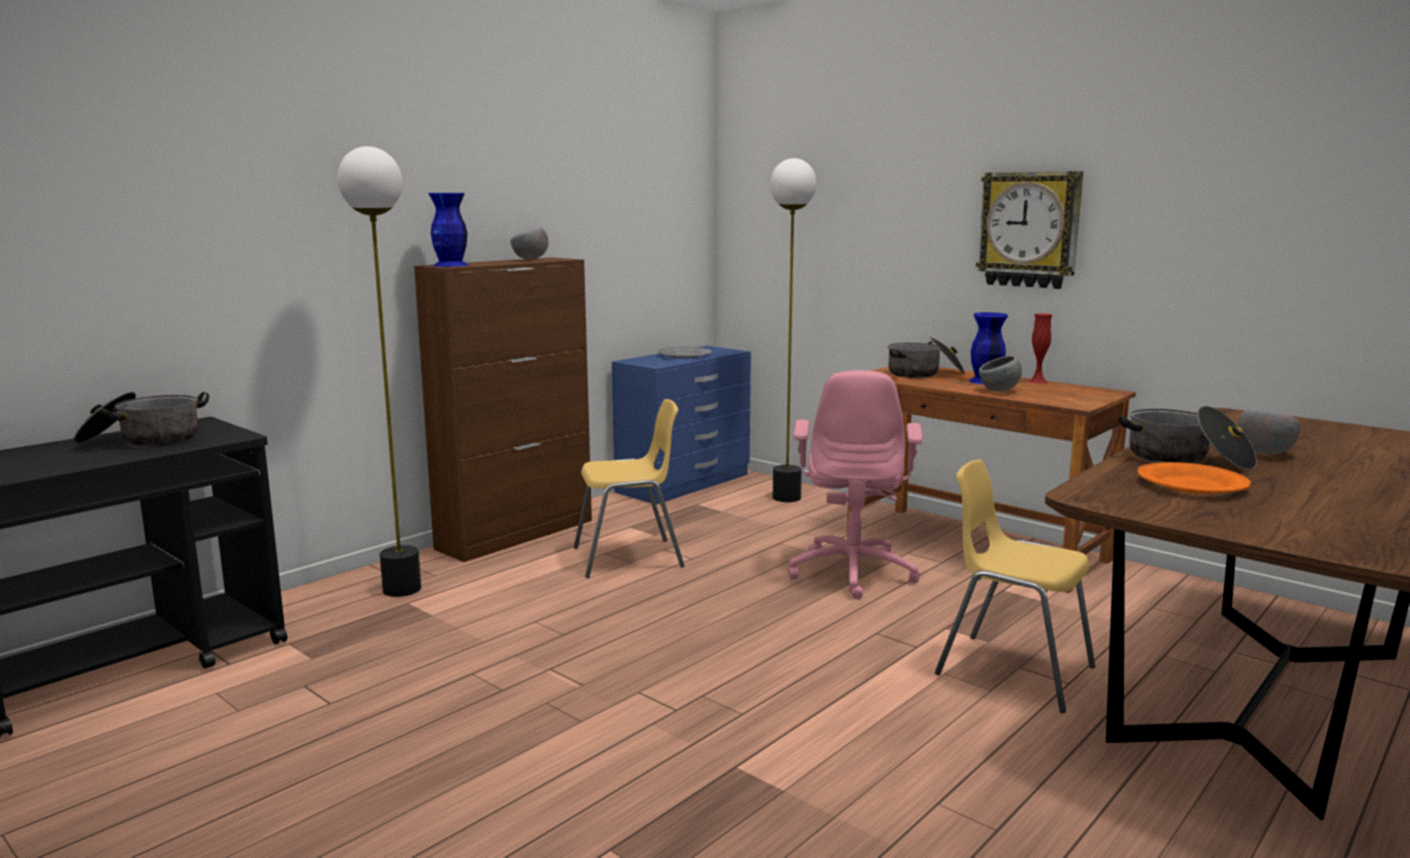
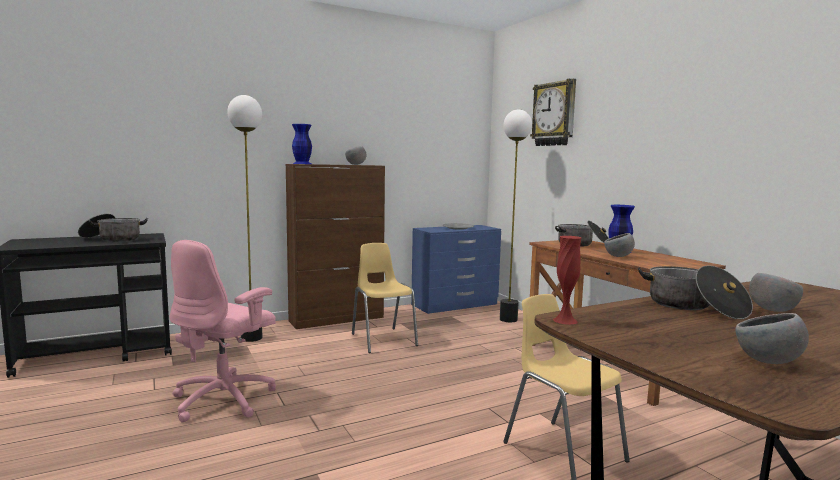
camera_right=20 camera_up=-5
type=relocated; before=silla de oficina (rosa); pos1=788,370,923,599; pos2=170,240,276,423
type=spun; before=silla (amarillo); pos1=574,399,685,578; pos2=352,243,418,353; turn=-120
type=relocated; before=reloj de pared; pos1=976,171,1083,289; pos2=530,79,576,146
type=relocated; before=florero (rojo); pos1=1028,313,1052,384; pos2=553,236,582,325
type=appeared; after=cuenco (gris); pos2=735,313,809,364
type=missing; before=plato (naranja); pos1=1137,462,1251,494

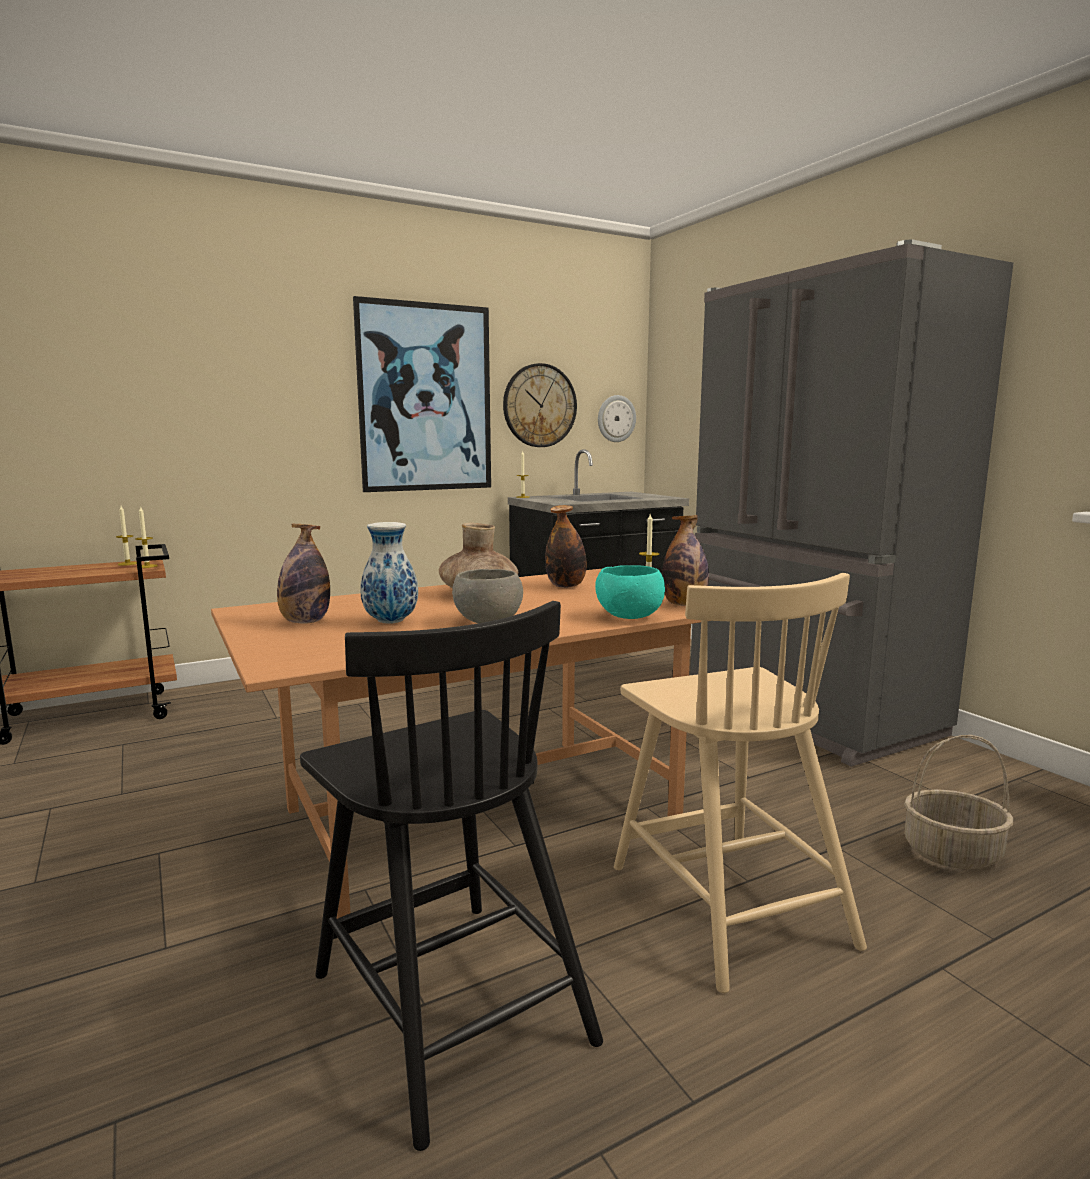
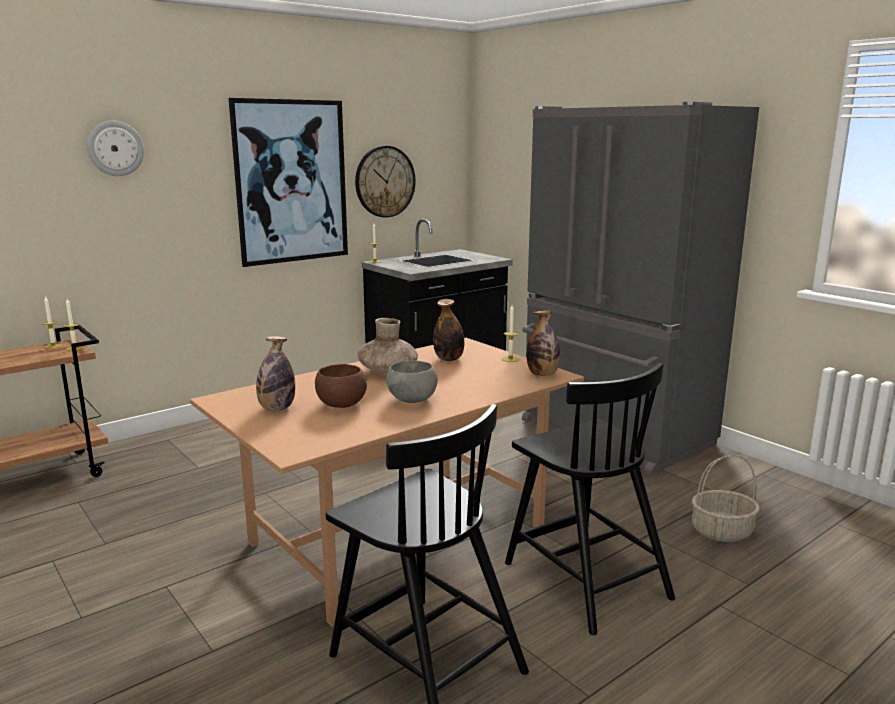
camera_right=-10 camera_up=5
type=relocated; before=reloj de pared; pos1=598,395,636,442; pos2=87,121,144,176
type=exchanged; before=florero; after=cuenco (marrón); pos1=360,522,418,624; pos2=315,364,367,408
type=colour; before=silla (beis); after=silla (negro); pos1=614,573,867,993; pos2=505,363,675,635
type=missing; before=cuenco (turquesa); pos1=595,565,665,619

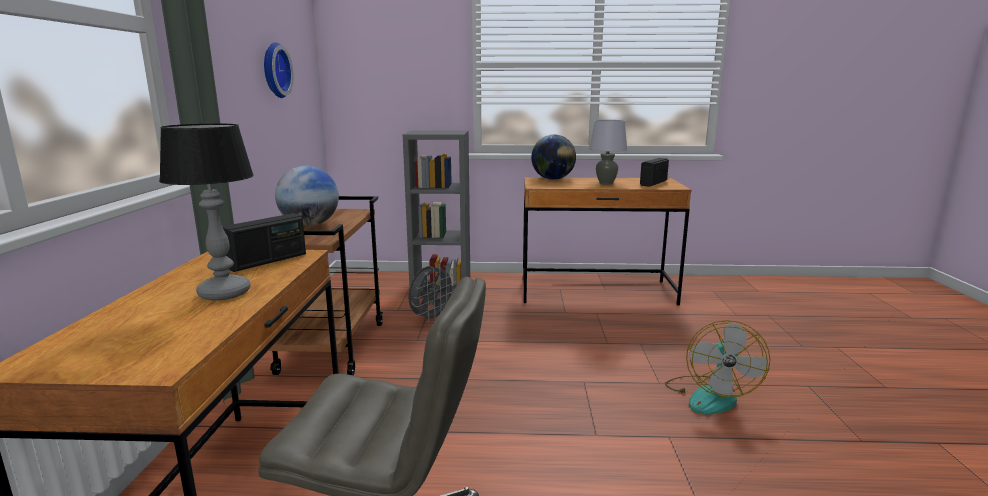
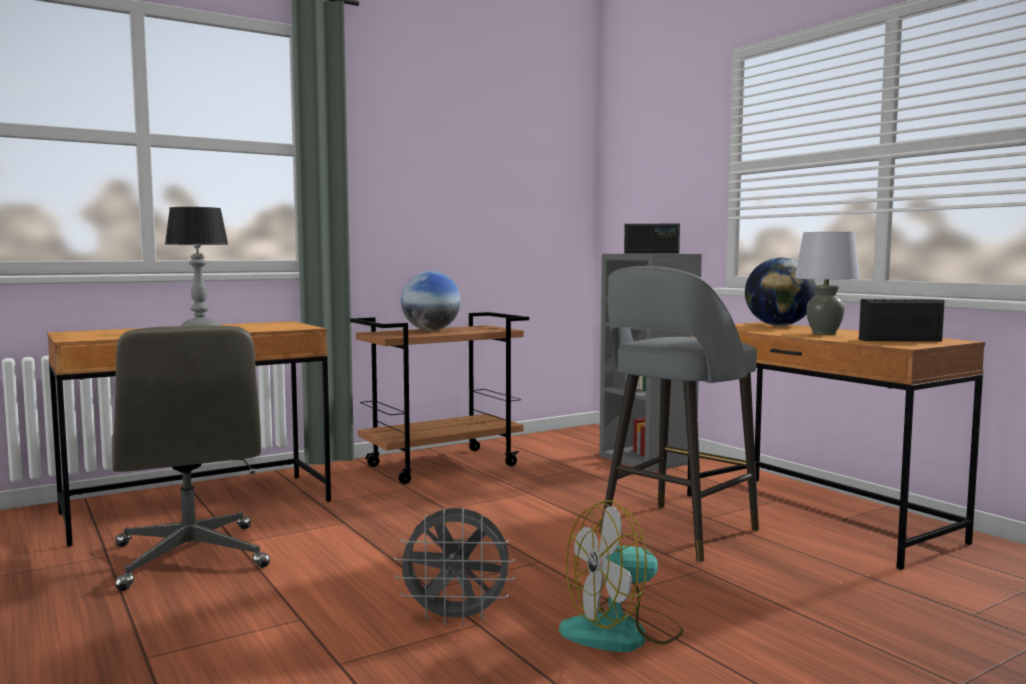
camera_right=55 camera_up=-10
type=relocated; before=ventilador (gris); pos1=408,265,456,322; pos2=394,508,515,627
type=appeared; after=taburete (gris); pos2=599,266,759,562
type=relocated; before=radio; pos1=222,213,306,272; pos2=624,224,680,253
type=missing; before=reloj de pared; pos1=264,42,293,98

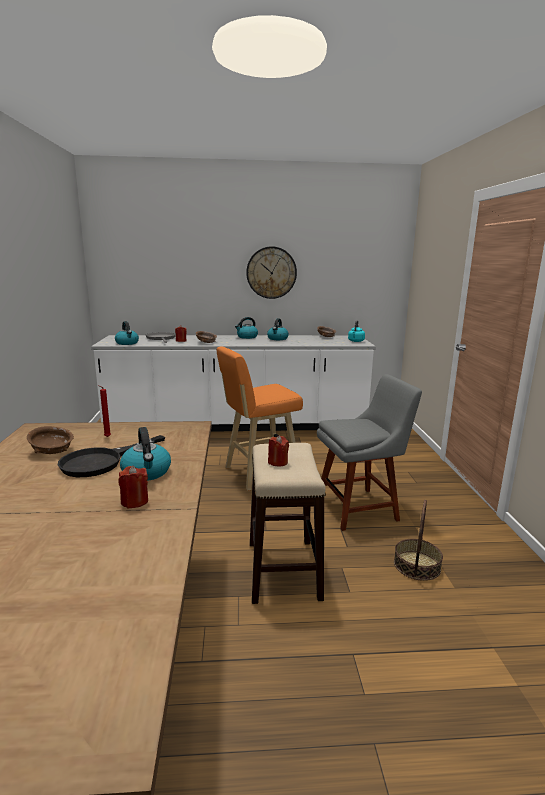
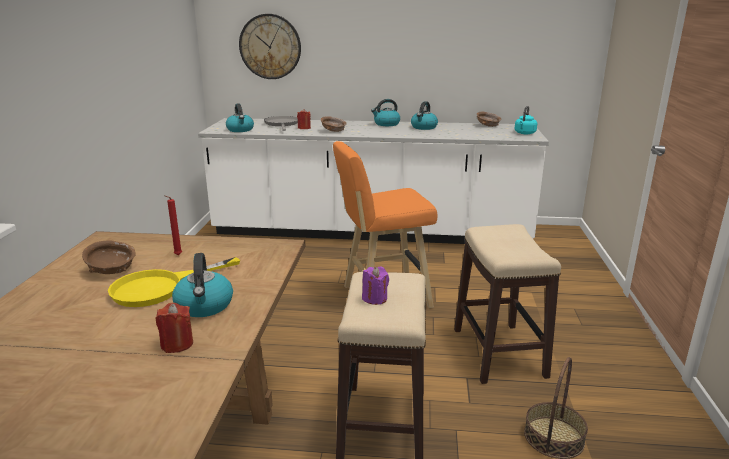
camera_right=10 camera_up=5
type=colour; before=sartén (negro); after=sartén (amarillo); pos1=58,435,165,477; pos2=108,257,240,307
type=relocated; before=reloj de pared; pos1=246,246,297,299; pos2=239,14,301,79
type=colour; before=vela (rojo); after=vela (morado); pos1=268,436,289,467; pos2=362,266,389,305
type=exchanged; before=silla (gris); after=taburete; pos1=317,374,422,531; pos2=454,224,561,384

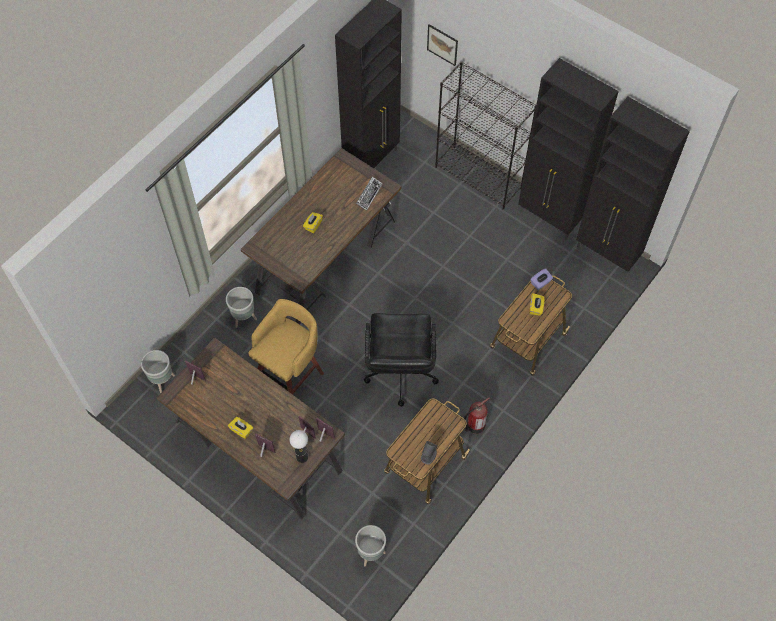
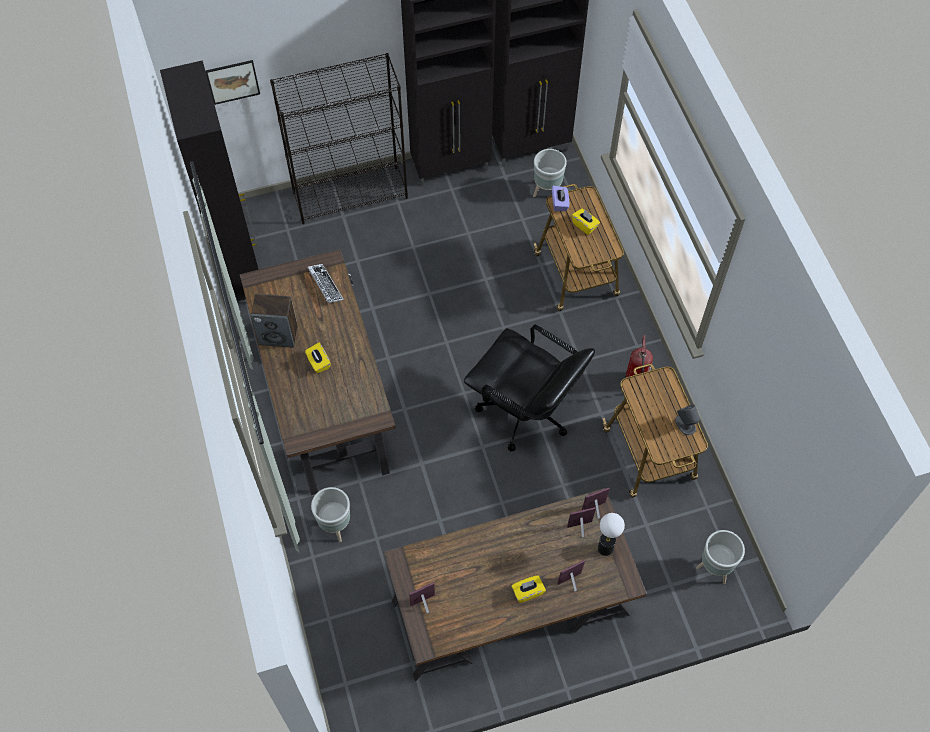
camera_right=-55 camera_up=0
type=appeared; after=altavoz; pos2=250,294,298,348
type=relocated; before=maceta (gris); pos1=141,350,175,393; pos2=533,149,567,197
type=missing; before=taburete (amarillo); pos1=248,299,324,395

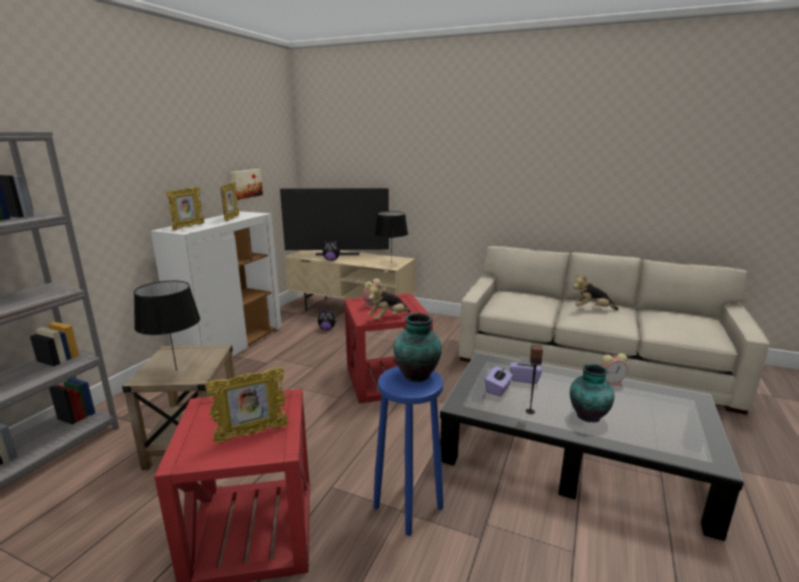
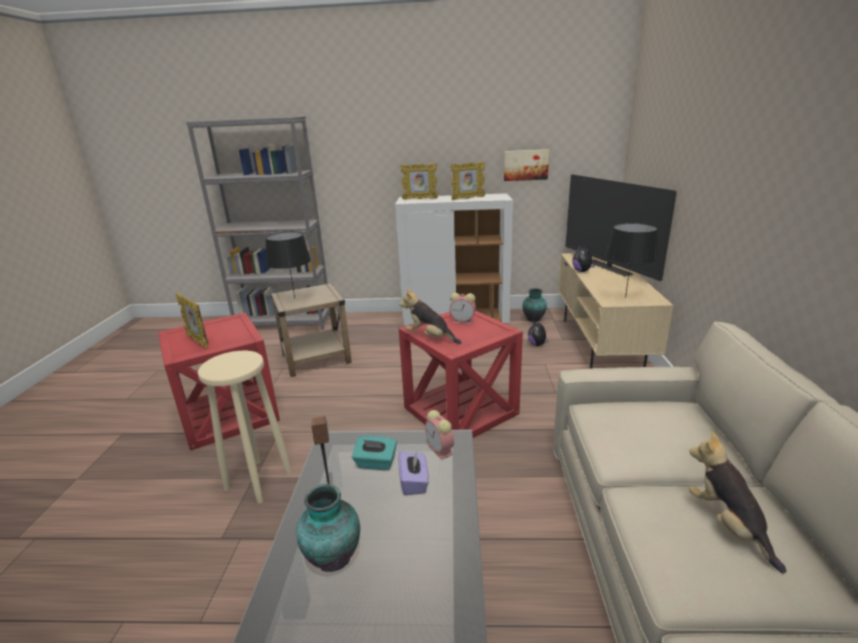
camera_right=70 camera_up=5
type=colour; before=taburete (azul); after=taburete (beis); pos1=373,366,443,536; pos2=198,351,292,503
type=colour; before=caja de pañuelos (morado); after=caja de pañuelos (turquesa); pos1=485,366,513,397; pos2=352,436,397,470
type=relocated; before=despertador; pos1=599,354,628,386; pos2=425,410,454,460
type=relocated; before=florero; pos1=393,313,442,382; pos2=522,288,547,322

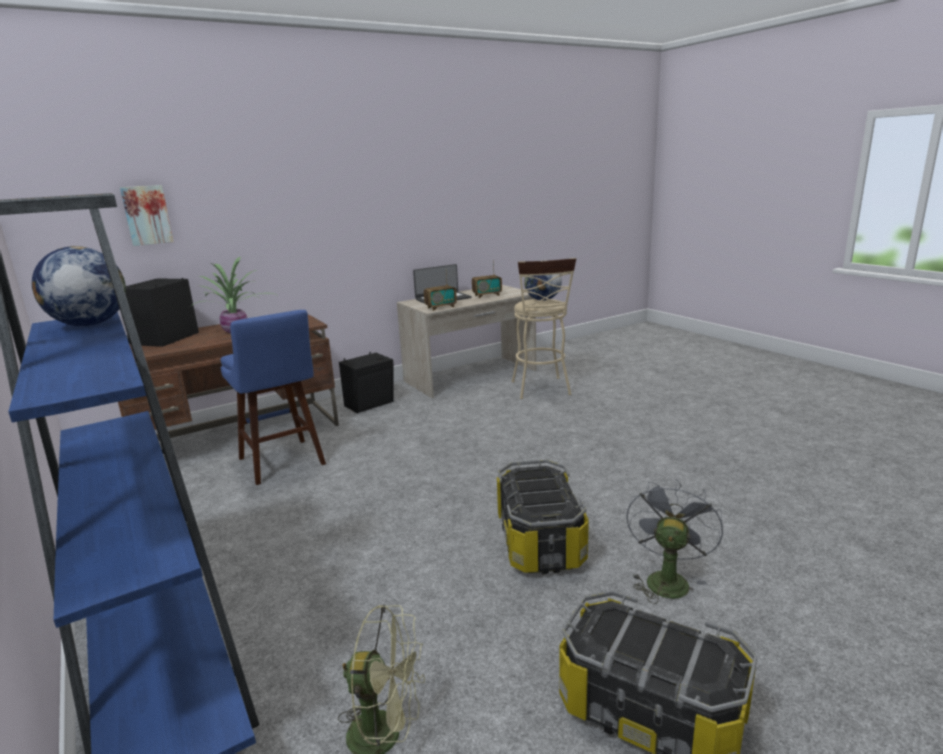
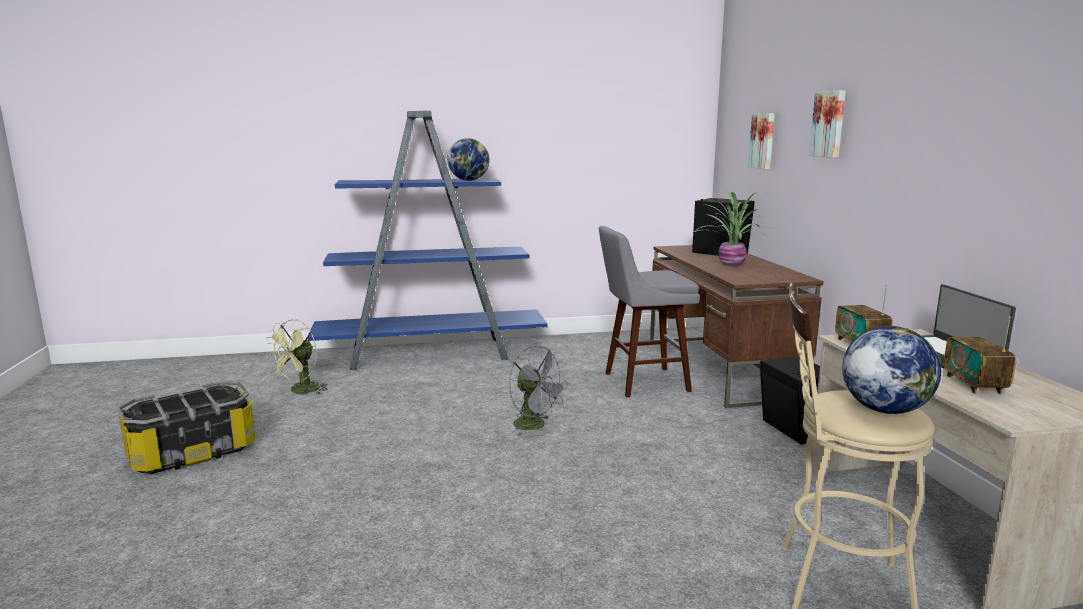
camera_right=110 camera_up=-5
type=relocated; before=ventilador (gris); pos1=626,479,723,604; pos2=509,345,569,436
type=colour; before=taburete (azul); after=taburete (gris); pos1=221,310,326,485; pos2=599,226,700,397
type=appeared; after=cuadro; pos2=809,90,846,158
type=missing; before=caja de almacenaje; pos1=497,460,589,574

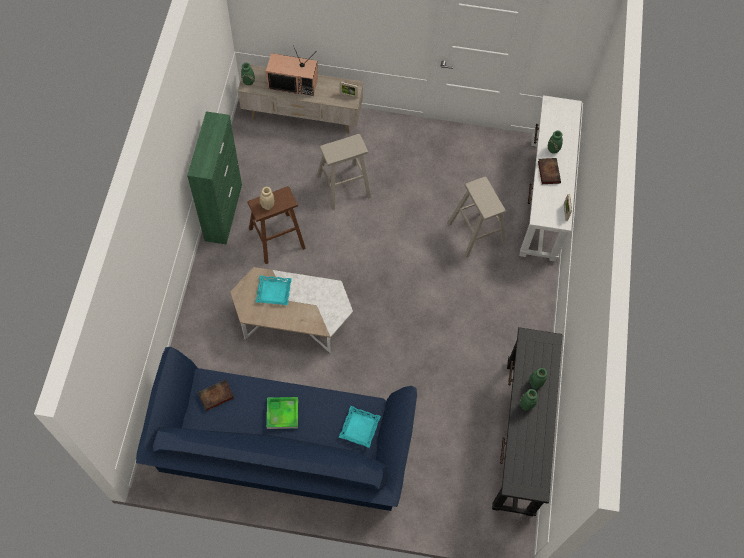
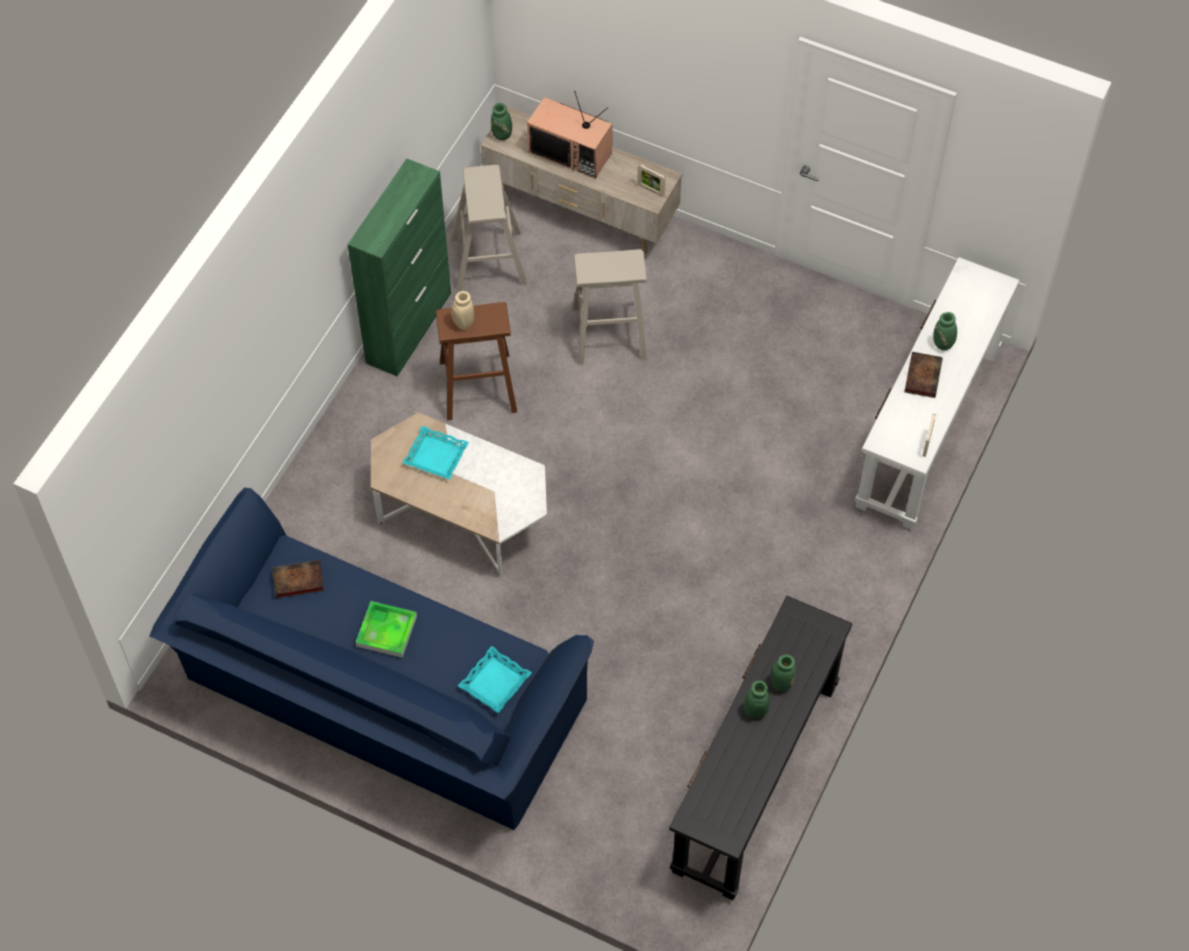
camera_right=20 camera_up=-5
type=relocated; before=taburete (beis); pos1=447,176,506,258; pos2=451,165,527,291

